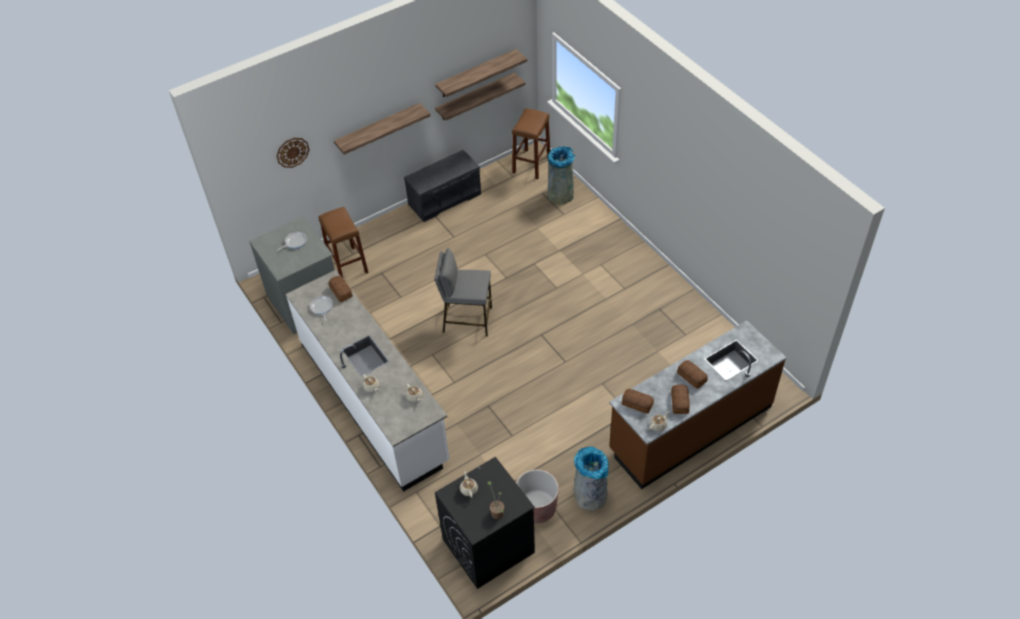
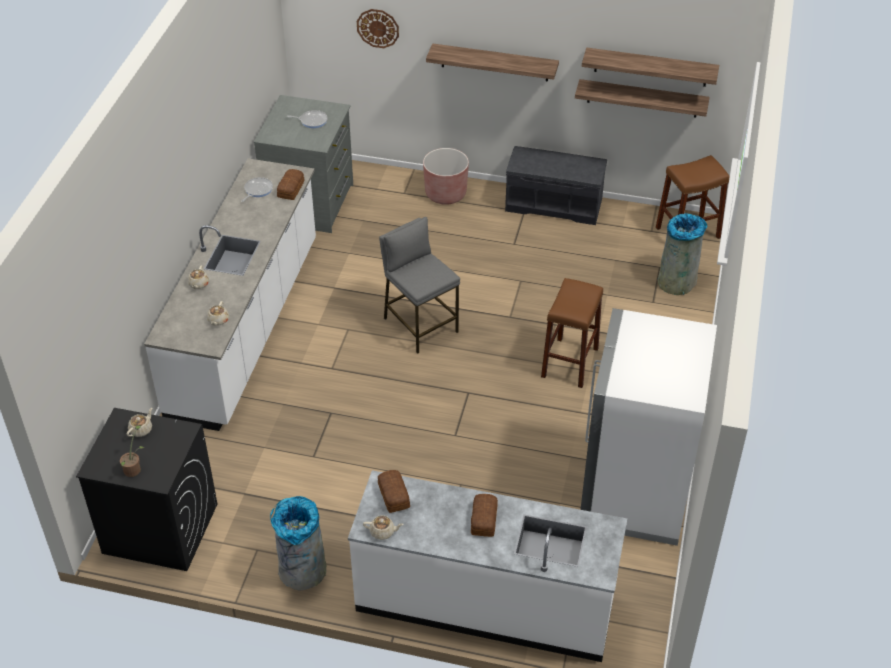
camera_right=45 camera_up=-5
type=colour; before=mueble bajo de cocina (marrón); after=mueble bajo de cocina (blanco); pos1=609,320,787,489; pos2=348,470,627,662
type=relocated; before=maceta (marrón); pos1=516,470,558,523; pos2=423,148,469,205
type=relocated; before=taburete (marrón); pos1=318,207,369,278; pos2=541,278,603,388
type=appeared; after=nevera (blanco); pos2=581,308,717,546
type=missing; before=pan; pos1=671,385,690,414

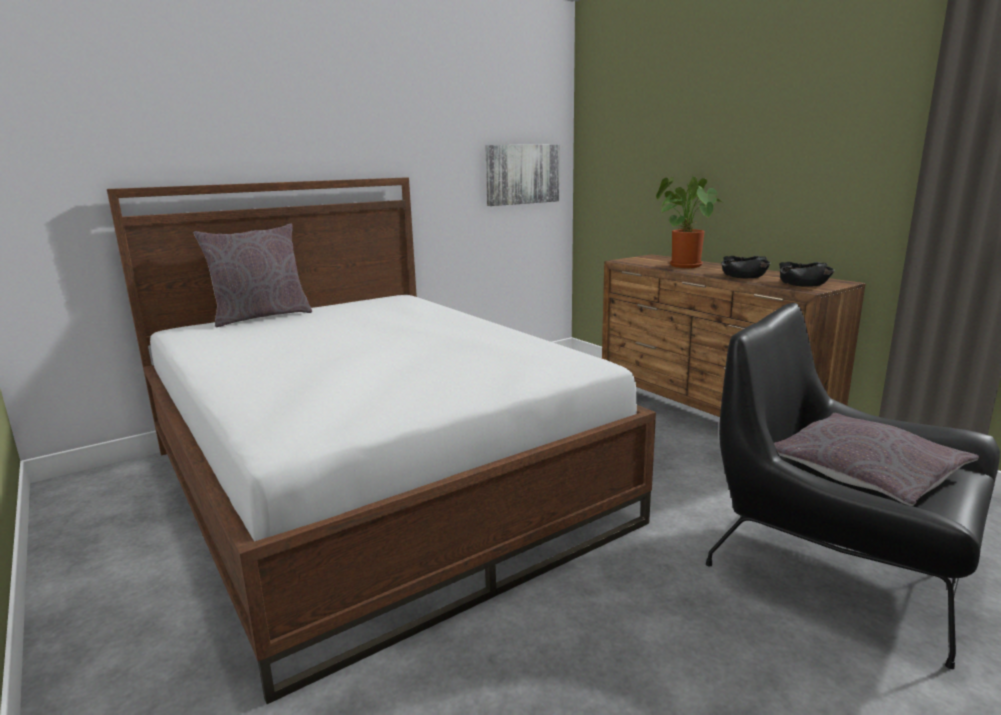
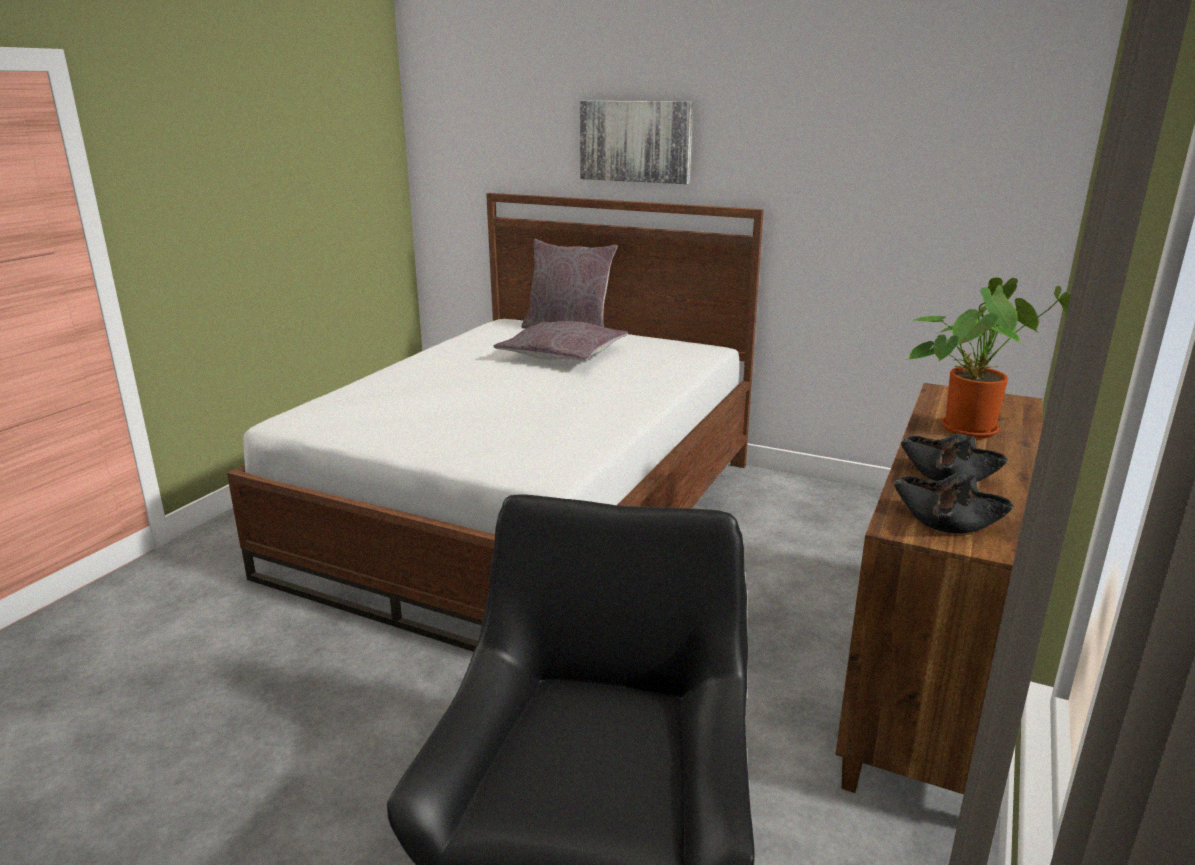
camera_right=60 camera_up=5
type=relocated; before=cojín (gris); pos1=774,413,979,506; pos2=494,321,628,361
type=relocated; before=cuadro; pos1=485,144,560,206; pos2=580,101,693,184

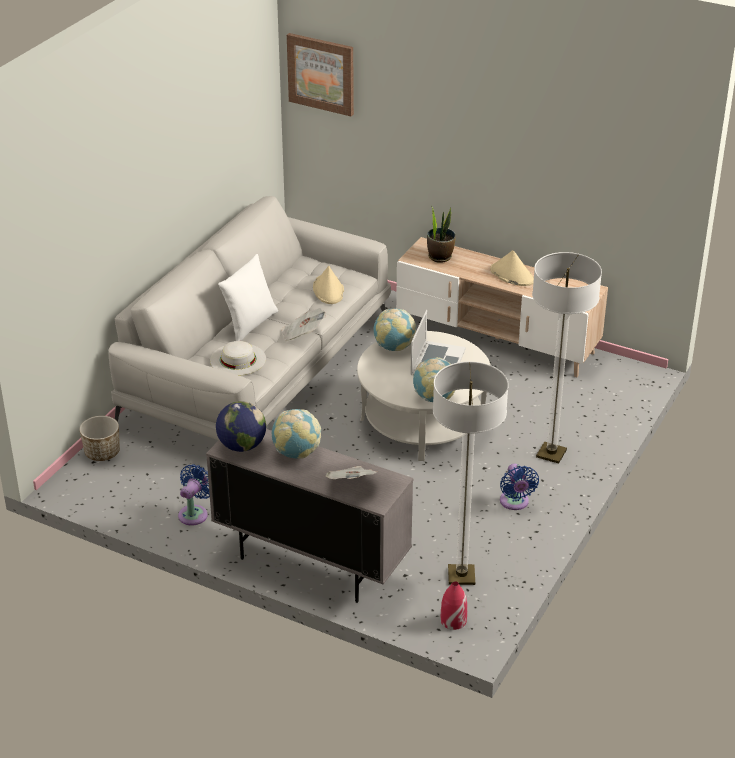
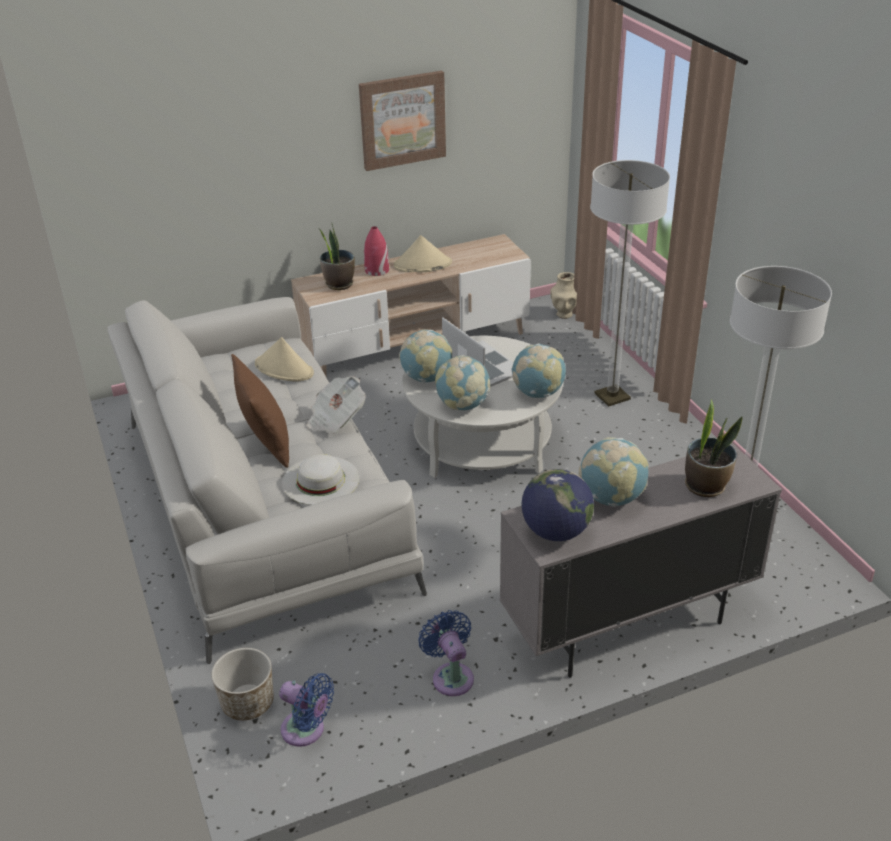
camera_right=-50 camera_up=0
type=colour; before=cojín (blanco); after=cojín (marrón); pos1=218,254,278,341; pos2=231,354,289,468
type=relocated; before=ventilador (azul); pos1=500,464,539,510; pos2=279,673,334,747
type=relocated; before=cuadro; pos1=287,33,354,116; pos2=359,71,446,171
type=relocated; before=florero (rojo); pos1=440,581,467,630; pos2=364,226,389,276
type=appeared; after=globo terráqueo; pos2=435,355,490,410
type=appeared; after=florero (beis); pos2=550,272,577,319
type=exchanged; before=periódico; after=planta en maceta; pos1=326,466,377,479; pos2=685,400,743,497

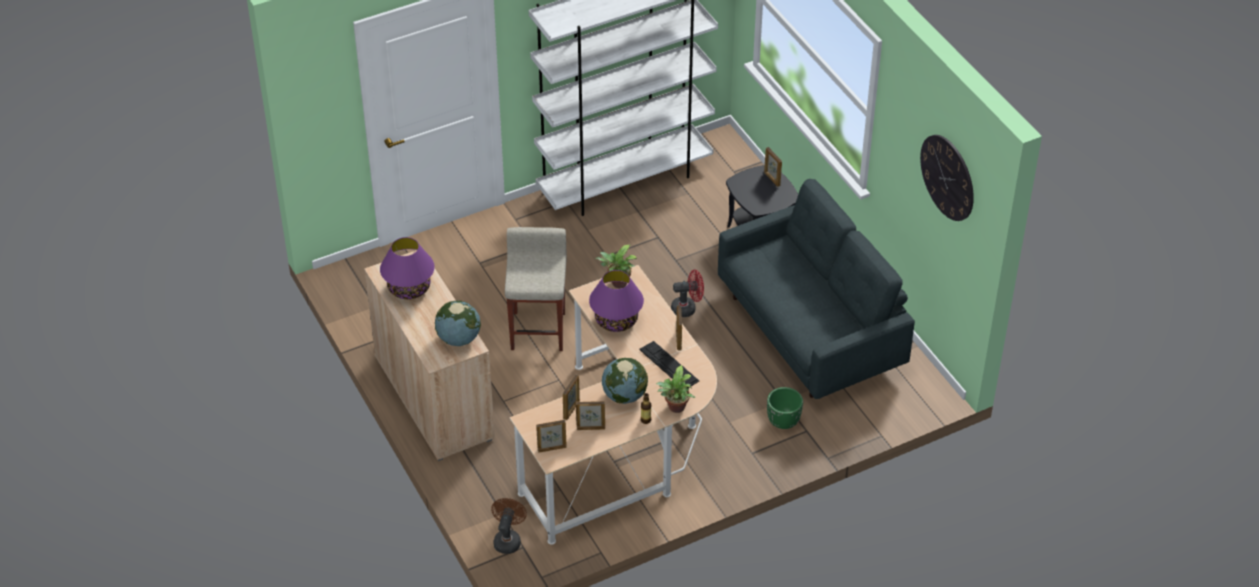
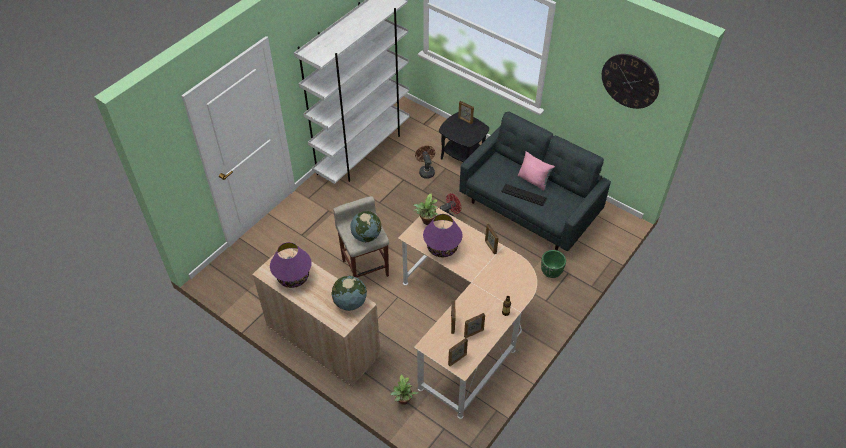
camera_right=-25 camera_up=5
type=relocated; before=globo terráqueo; pos1=602,358,648,404; pos2=351,211,381,242
type=relocated; before=planta en maceta; pos1=656,365,695,413; pos2=390,374,418,405
type=relocated; before=ventilador (marrón); pos1=491,498,527,554; pos2=415,146,435,179
type=relocated; before=teclado; pos1=639,341,699,388; pos2=501,184,547,206
type=appeared; after=cojín (rosa); pos2=518,151,555,191

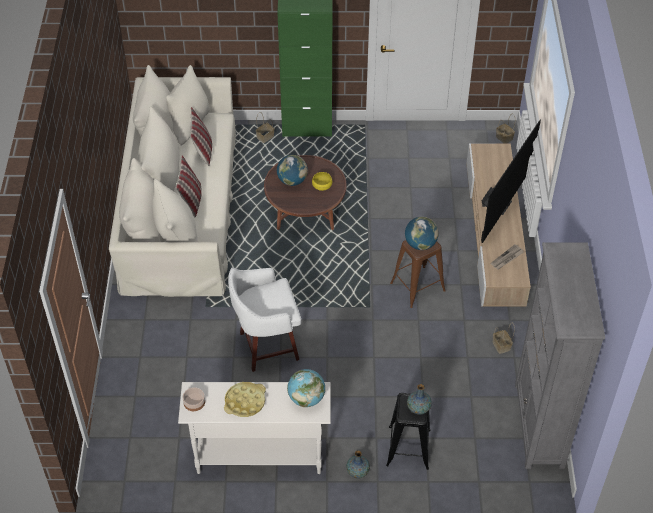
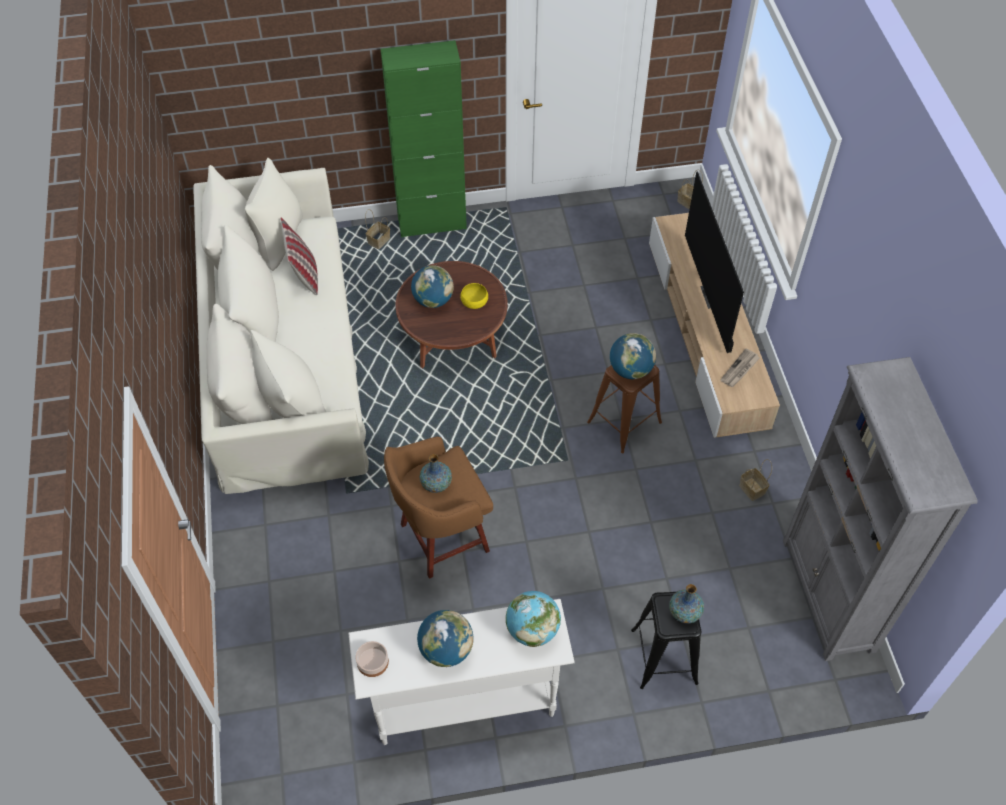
camera_right=-10 camera_up=5
type=colour; before=taburete (blanco); after=taburete (marrón); pos1=228,267,301,372; pos2=384,436,493,579
type=exchanged; before=bandeja (amarillo); after=globo terráqueo; pos1=224,382,266,417; pos2=417,610,473,667
type=relocated; before=florero; pos1=346,450,370,479; pos2=420,454,452,493
type=spun; before=televisor; pos1=481,120,541,243; pos2=685,171,744,353; turn=150
type=missing; before=cojín; pos1=176,156,202,217

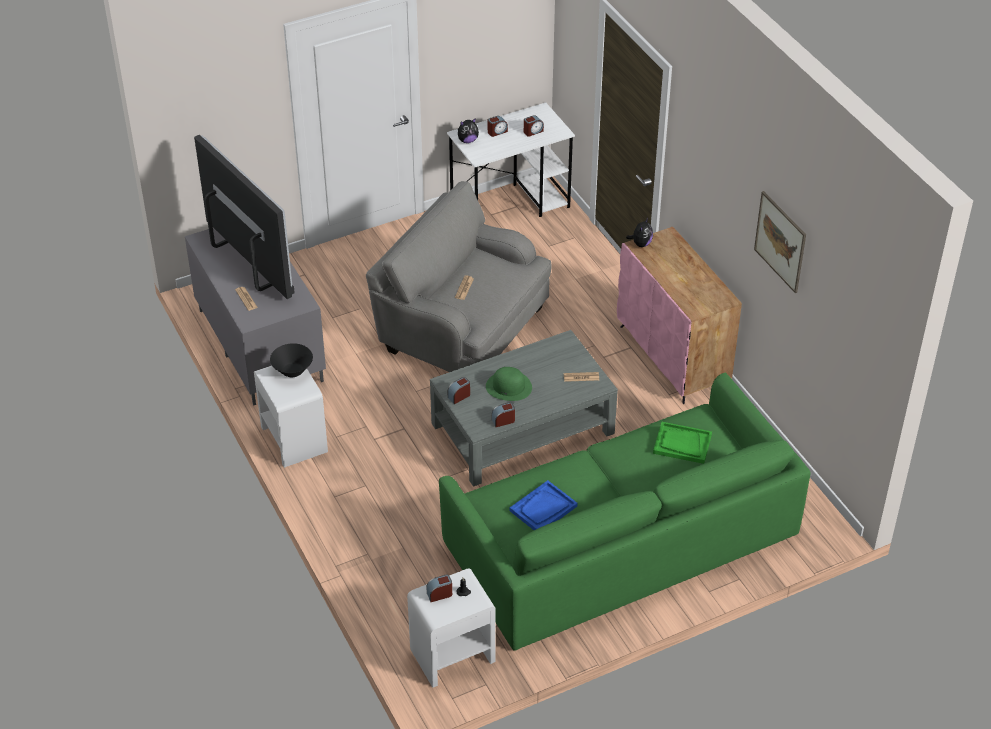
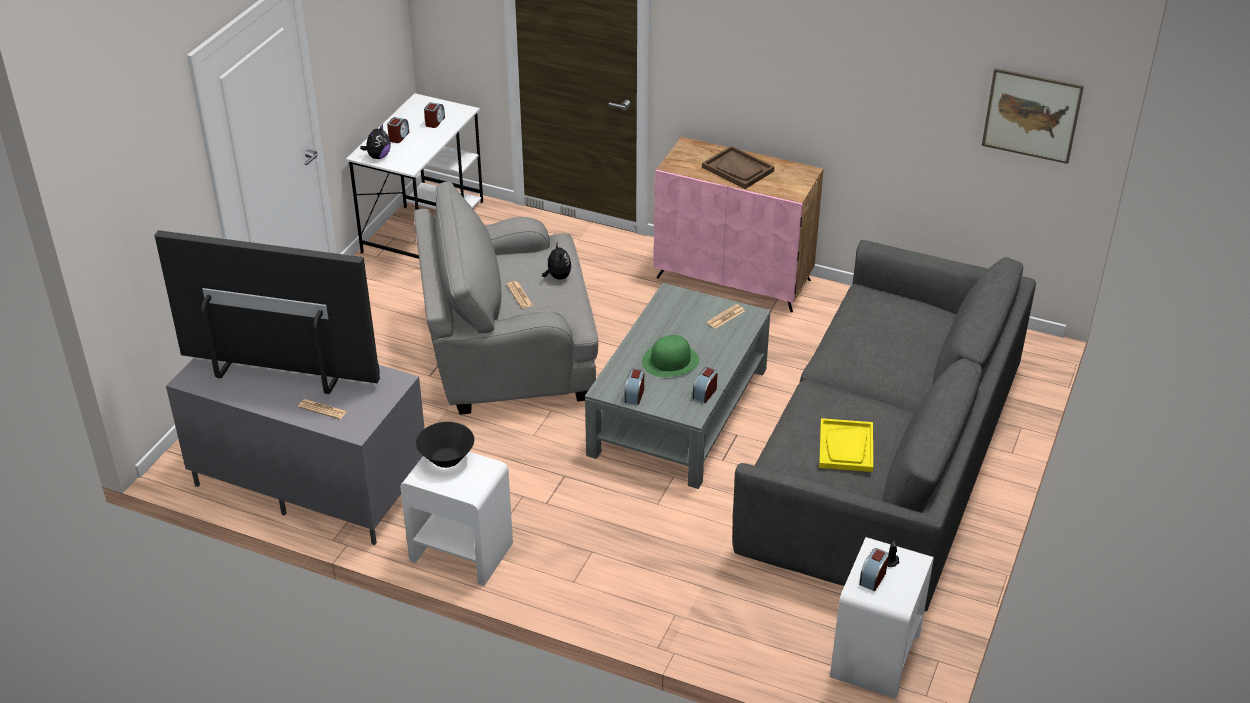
camera_right=-40 camera_up=-5
type=relocated; before=peluche; pos1=626,218,653,247; pos2=542,241,571,280
type=appeared; after=bandeja (marrón); pos2=702,146,774,189
type=colour; before=sofá (verde); after=sofá (gris); pos1=439,373,811,651; pos2=732,240,1036,612
type=colour; before=bandeja (azul); after=bandeja (amarillo); pos1=510,480,577,530; pos2=819,418,873,472
type=relocated; before=cuadro; pos1=754,191,806,293; pos2=982,68,1084,164
type=missing; before=bandeja (verde); pos1=653,422,712,464

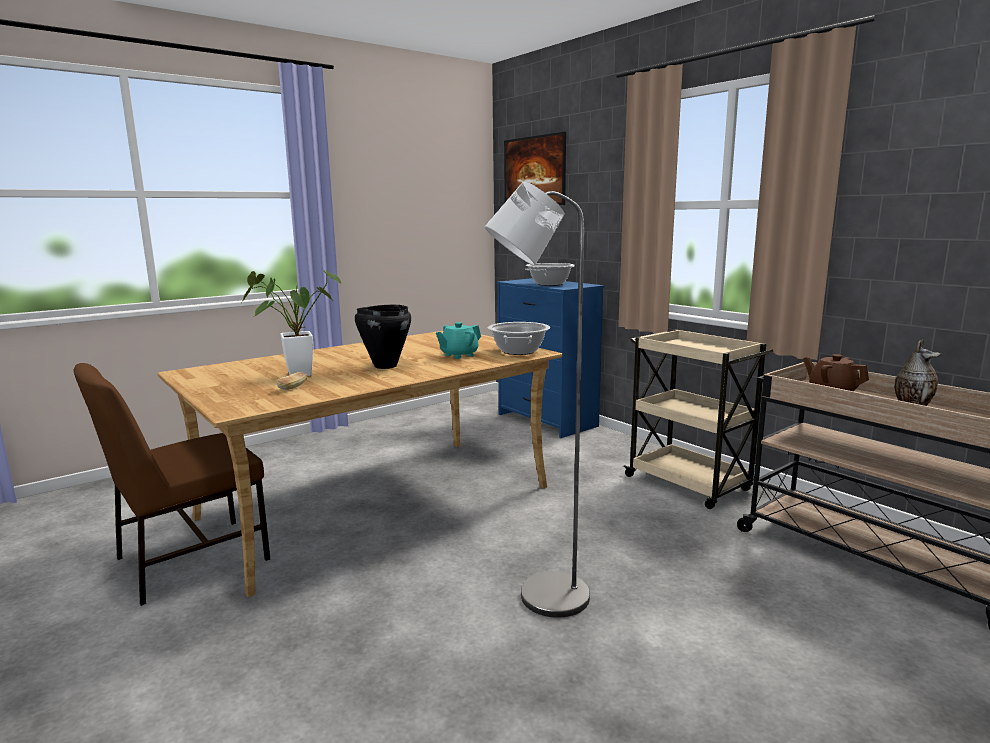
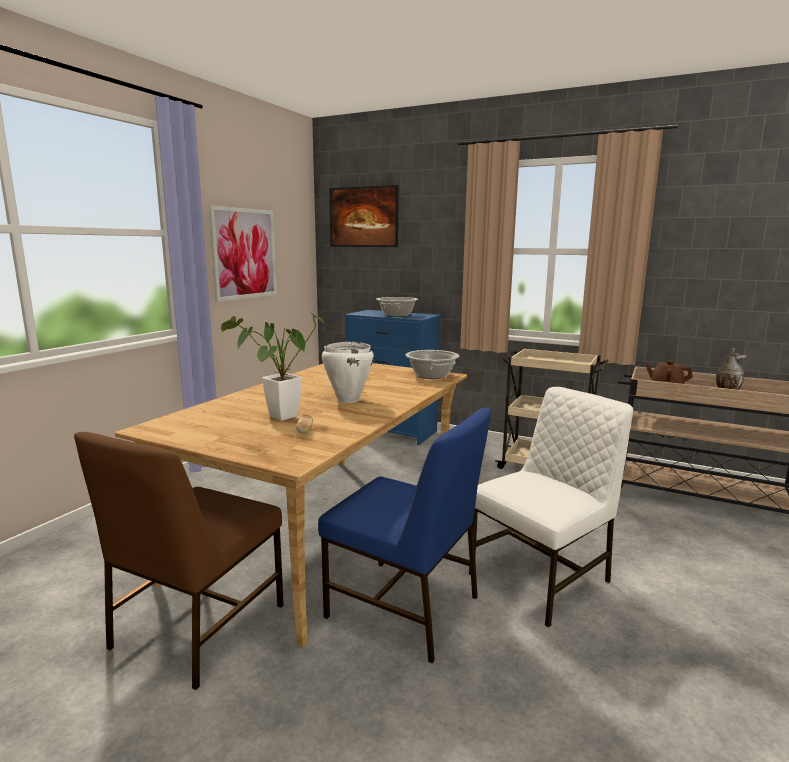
camera_right=-25 camera_up=0
type=appeared; after=cuadro; pos2=209,205,277,302
type=appeared; after=silla (azul); pos2=318,408,491,664
type=colour; before=olla (negro); after=olla (blanco); pos1=355,304,411,369; pos2=322,342,374,403
type=exchanged; before=lámpara de pie (gris); after=silla (blanco); pos1=485,182,590,617; pos2=469,387,633,628
type=missing; before=tetera (turquesa); pos1=436,322,481,359

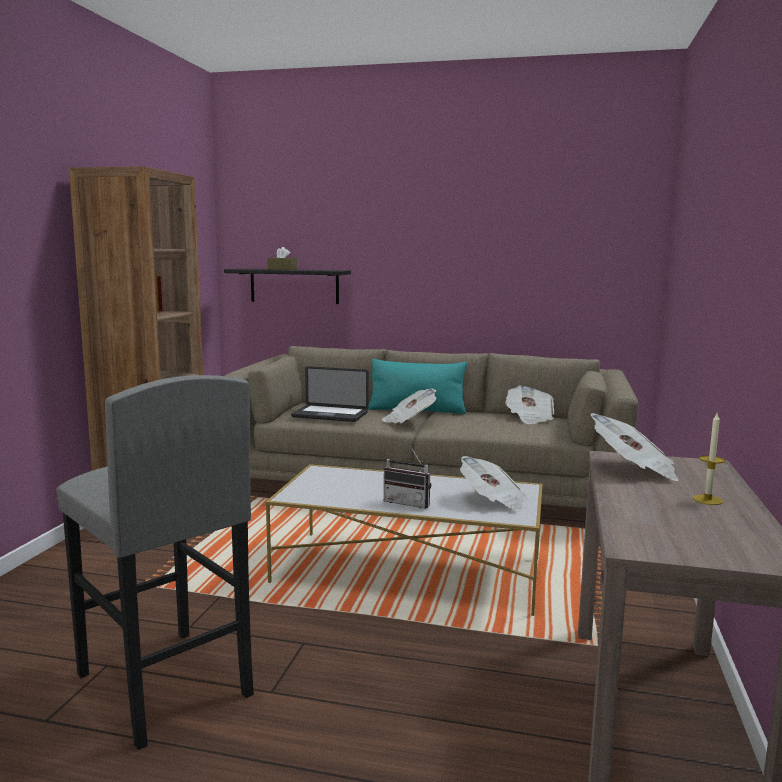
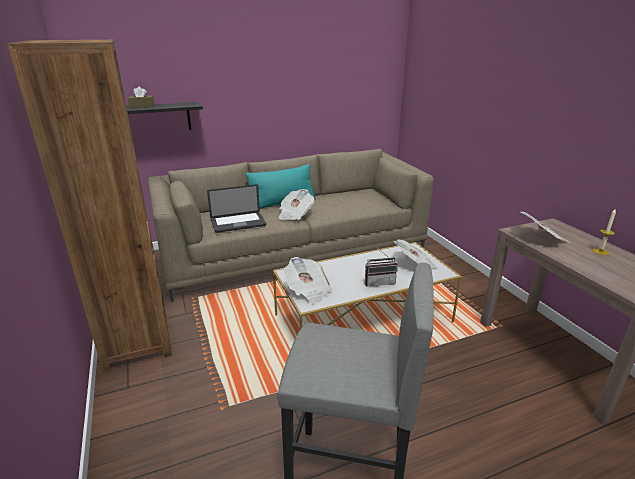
camera_right=-35 camera_up=15
type=relocated; before=periódico; pos1=505,385,554,424; pos2=283,257,332,304

